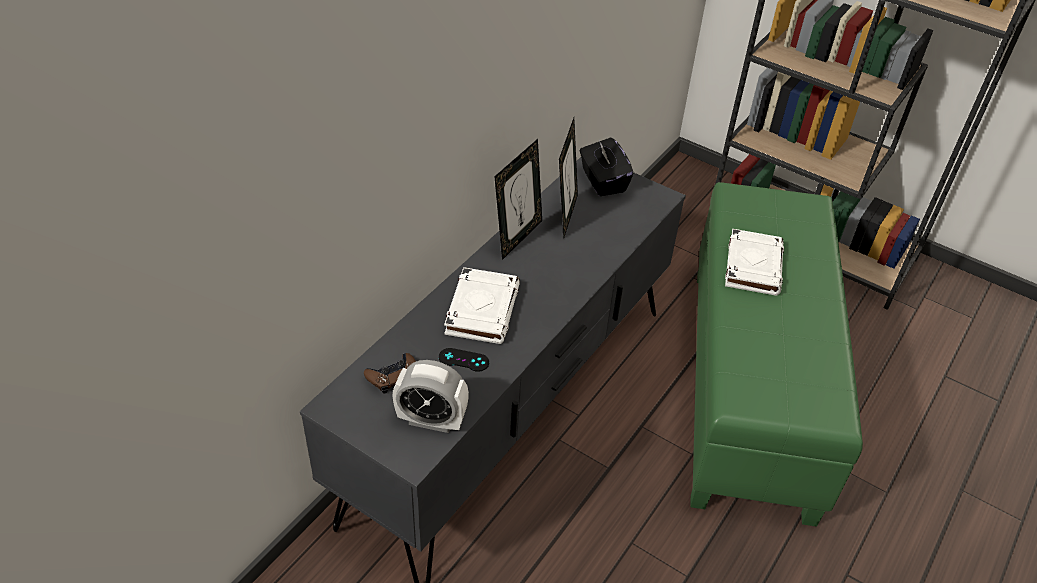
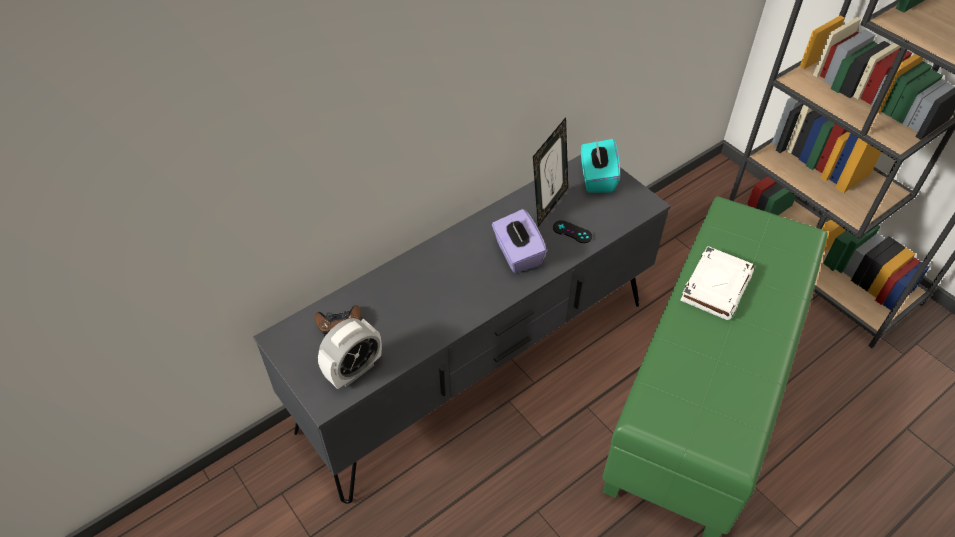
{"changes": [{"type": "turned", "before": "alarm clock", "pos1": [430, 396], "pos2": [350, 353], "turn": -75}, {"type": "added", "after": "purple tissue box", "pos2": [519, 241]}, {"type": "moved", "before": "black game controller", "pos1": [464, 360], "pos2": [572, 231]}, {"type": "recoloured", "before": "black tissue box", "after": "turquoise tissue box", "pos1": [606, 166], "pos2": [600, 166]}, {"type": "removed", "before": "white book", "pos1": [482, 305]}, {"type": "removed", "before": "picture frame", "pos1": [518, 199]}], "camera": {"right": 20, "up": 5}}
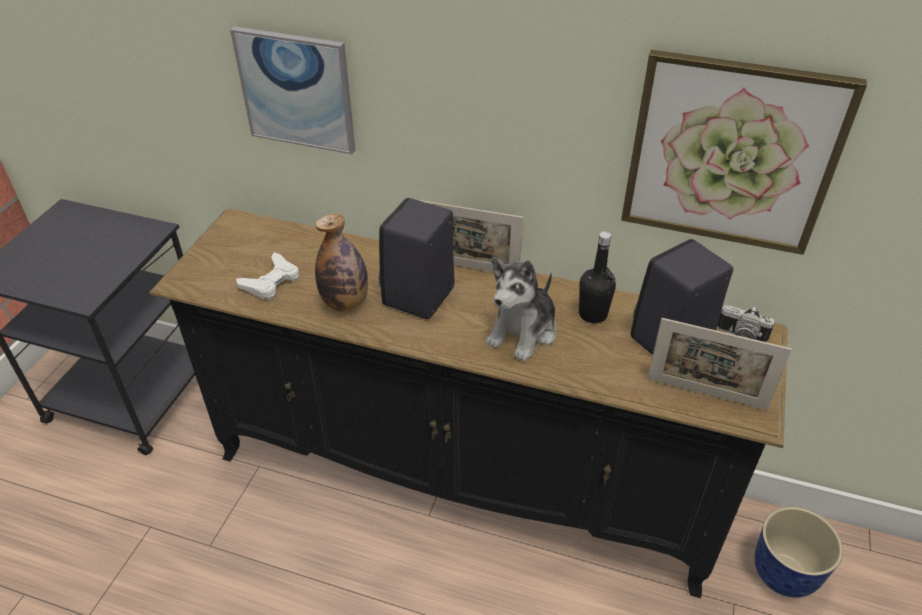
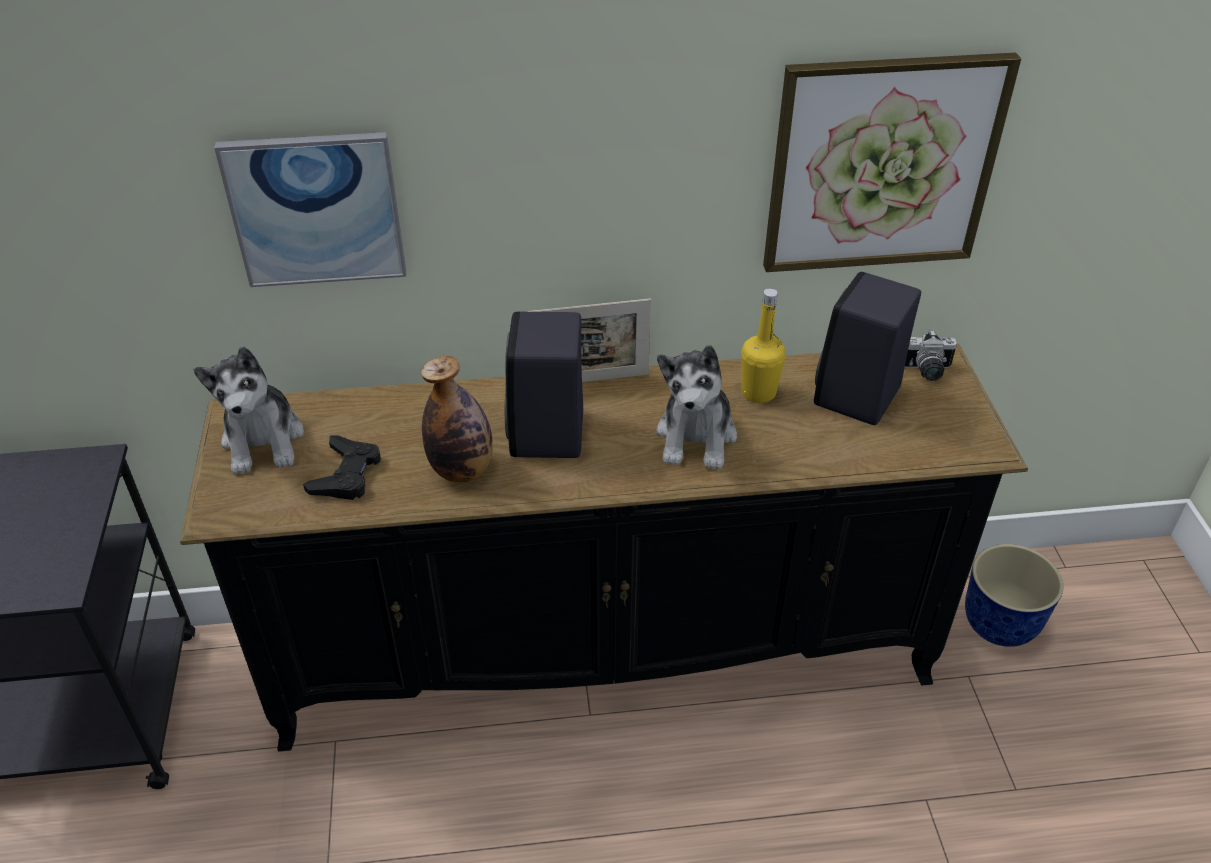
{"changes": [{"type": "added", "after": "plush toy", "pos2": [248, 410]}, {"type": "recoloured", "before": "white game controller", "after": "black game controller", "pos1": [267, 276], "pos2": [342, 467]}, {"type": "recoloured", "before": "black bottle", "after": "yellow bottle", "pos1": [597, 277], "pos2": [763, 345]}, {"type": "removed", "before": "picture frame", "pos1": [719, 364]}], "camera": {"right": -25, "up": 0}}
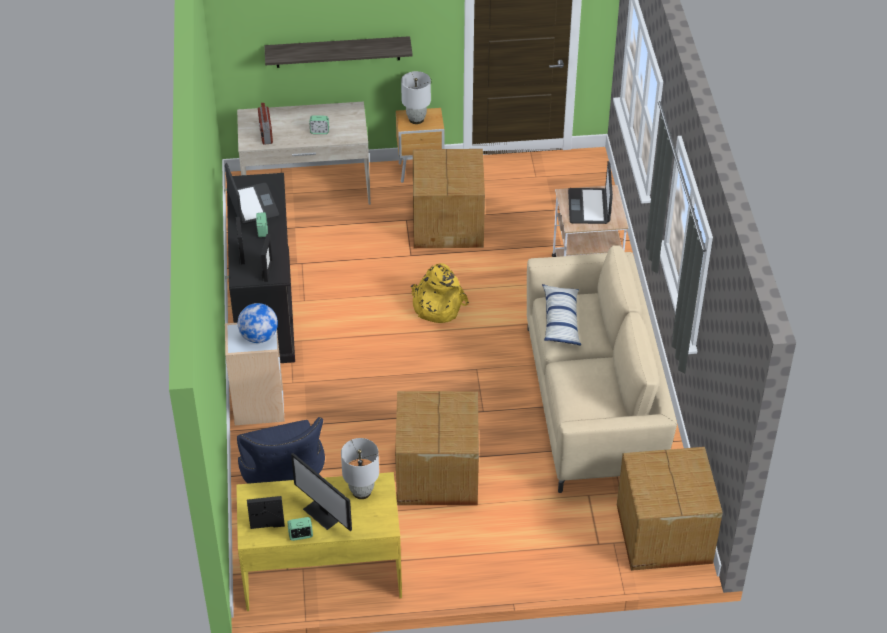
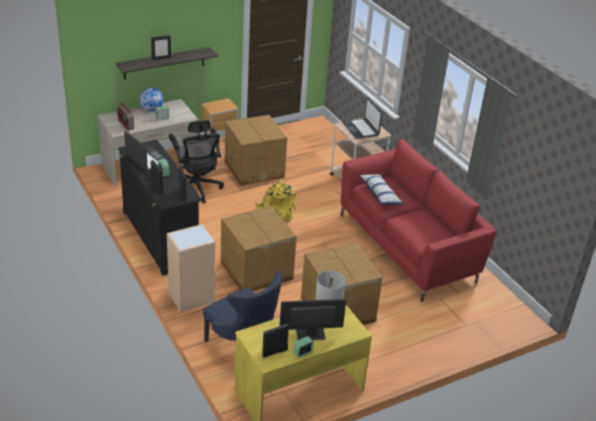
{"changes": [{"type": "moved", "before": "globe", "pos1": [258, 323], "pos2": [151, 100]}, {"type": "added", "after": "picture frame", "pos2": [161, 47]}, {"type": "added", "after": "office chair", "pos2": [196, 161]}, {"type": "moved", "before": "cardboard box", "pos1": [670, 509], "pos2": [259, 249]}, {"type": "turned", "before": "monitor", "pos1": [321, 492], "pos2": [313, 319], "turn": 150}, {"type": "recoloured", "before": "beige sofa", "after": "red sofa", "pos1": [602, 369], "pos2": [419, 220]}, {"type": "removed", "before": "white table lamp", "pos1": [416, 97]}], "camera": {"right": -25, "up": -10}}
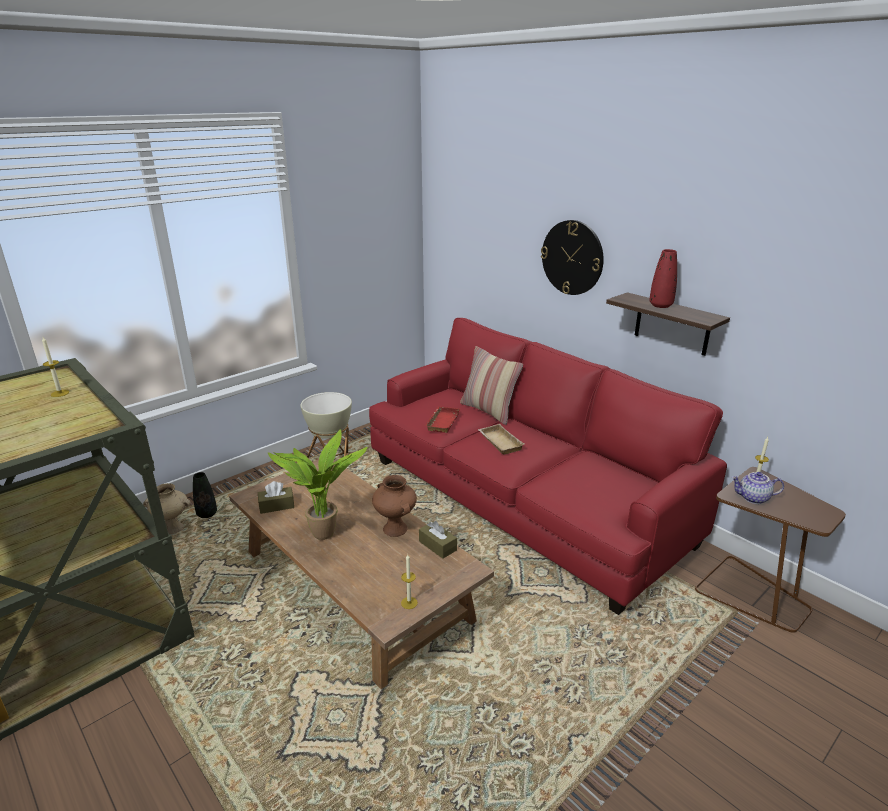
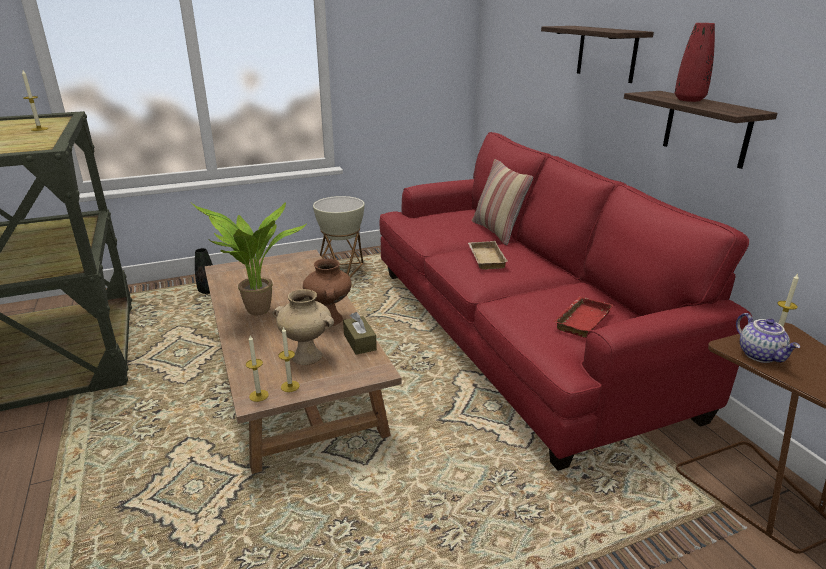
{"changes": [{"type": "added", "after": "candle", "pos2": [257, 368]}, {"type": "moved", "before": "beige vase", "pos1": [167, 508], "pos2": [303, 327]}, {"type": "replaced", "before": "wall clock", "after": "shelf", "pos1": [572, 257], "pos2": [597, 54]}, {"type": "moved", "before": "red tray", "pos1": [443, 419], "pos2": [583, 317]}, {"type": "turned", "before": "teapot", "pos1": [757, 488], "pos2": [768, 338], "turn": -135}, {"type": "removed", "before": "brown tissue box", "pos1": [276, 497]}], "camera": {"right": 20, "up": 0}}
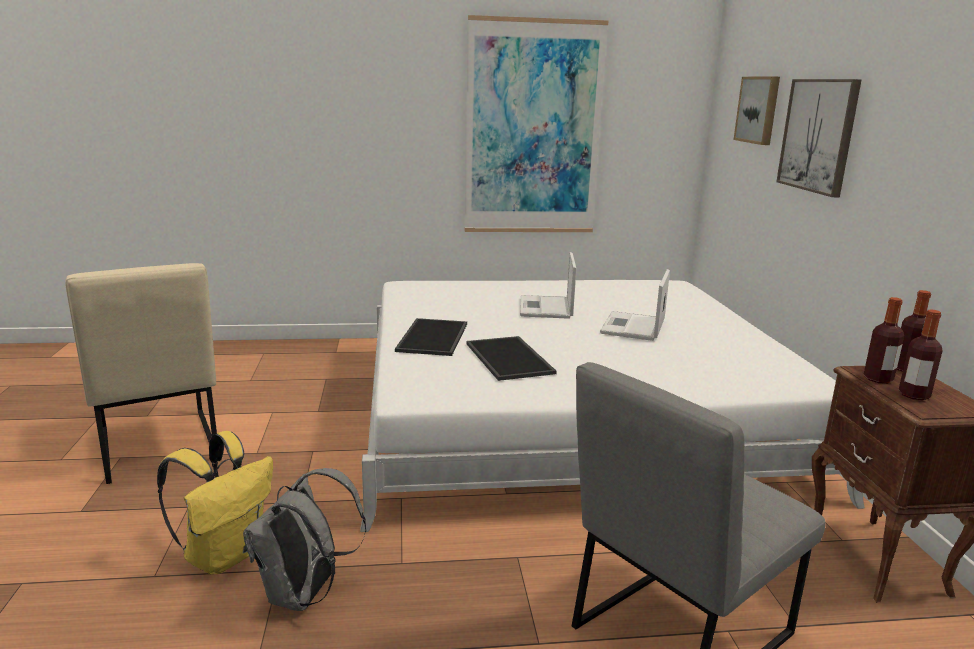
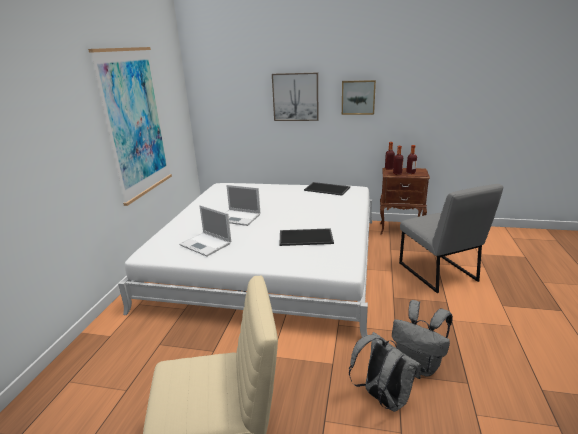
{"changes": [{"type": "moved", "before": "laptop", "pos1": [635, 305], "pos2": [205, 231]}, {"type": "moved", "before": "tray", "pos1": [431, 337], "pos2": [327, 189]}, {"type": "moved", "before": "picture", "pos1": [757, 110], "pos2": [359, 97]}, {"type": "recoloured", "before": "yellow backpack", "after": "grey backpack", "pos1": [215, 502], "pos2": [385, 372]}], "camera": {"right": -70, "up": 5}}
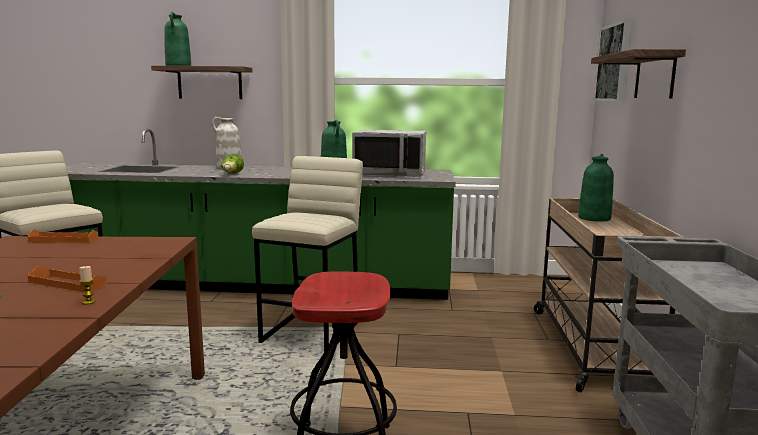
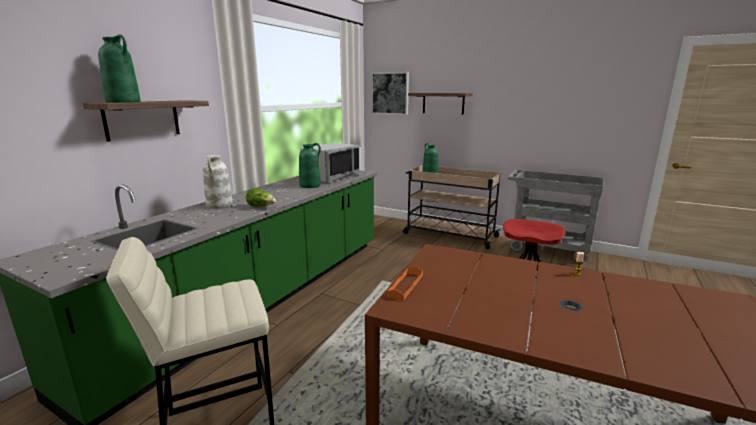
{"changes": [{"type": "removed", "before": "orange tray", "pos1": [67, 279]}, {"type": "removed", "before": "beige stool", "pos1": [307, 254]}], "camera": {"right": -65, "up": 5}}
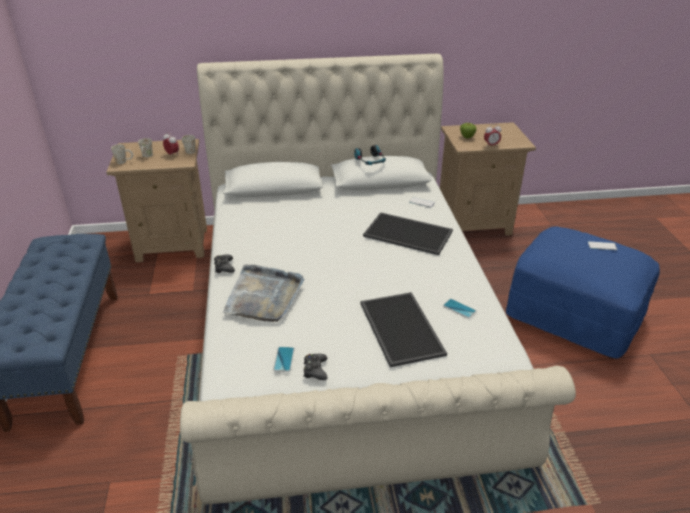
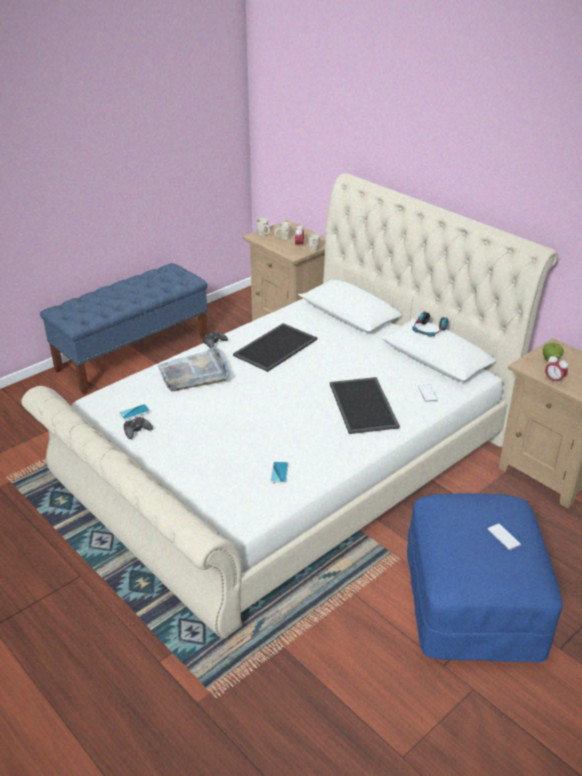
{"changes": [{"type": "moved", "before": "tray", "pos1": [403, 329], "pos2": [275, 347]}], "camera": {"right": 55, "up": 0}}
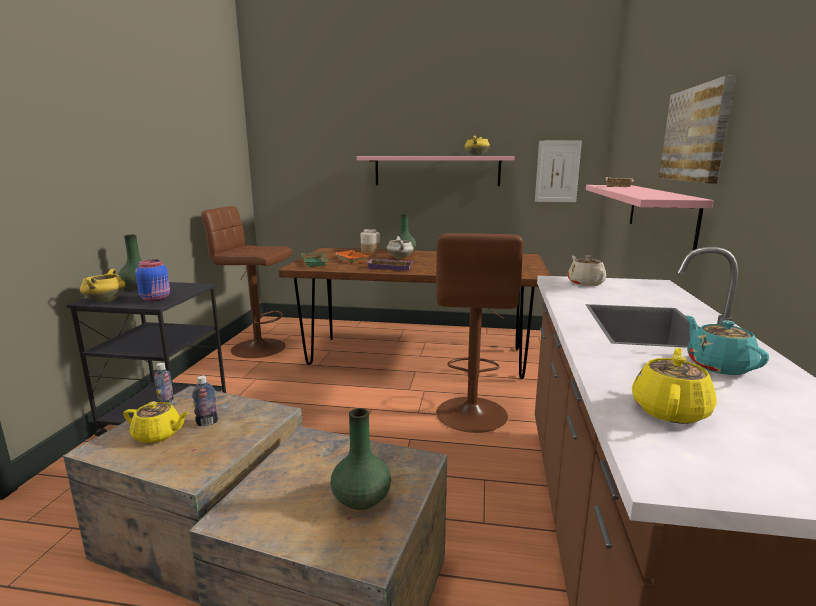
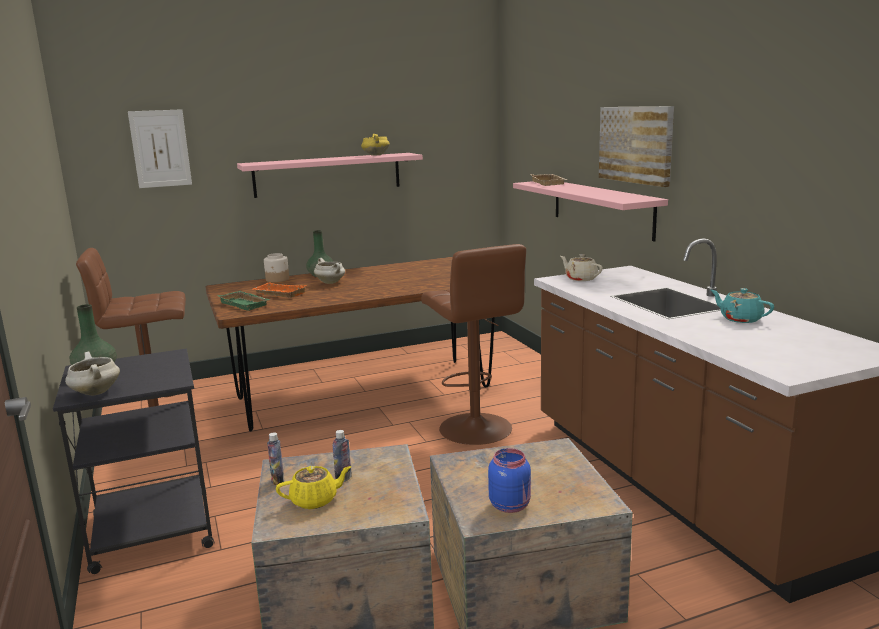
{"changes": [{"type": "recoloured", "before": "yellow cooking pot", "after": "white cooking pot", "pos1": [102, 285], "pos2": [92, 374]}, {"type": "moved", "before": "picture", "pos1": [558, 171], "pos2": [160, 148]}, {"type": "moved", "before": "blue jar", "pos1": [152, 280], "pos2": [509, 480]}, {"type": "removed", "before": "green vase", "pos1": [361, 459]}, {"type": "removed", "before": "purple tray", "pos1": [389, 265]}, {"type": "removed", "before": "yellow teapot", "pos1": [674, 386]}], "camera": {"right": -30, "up": 0}}
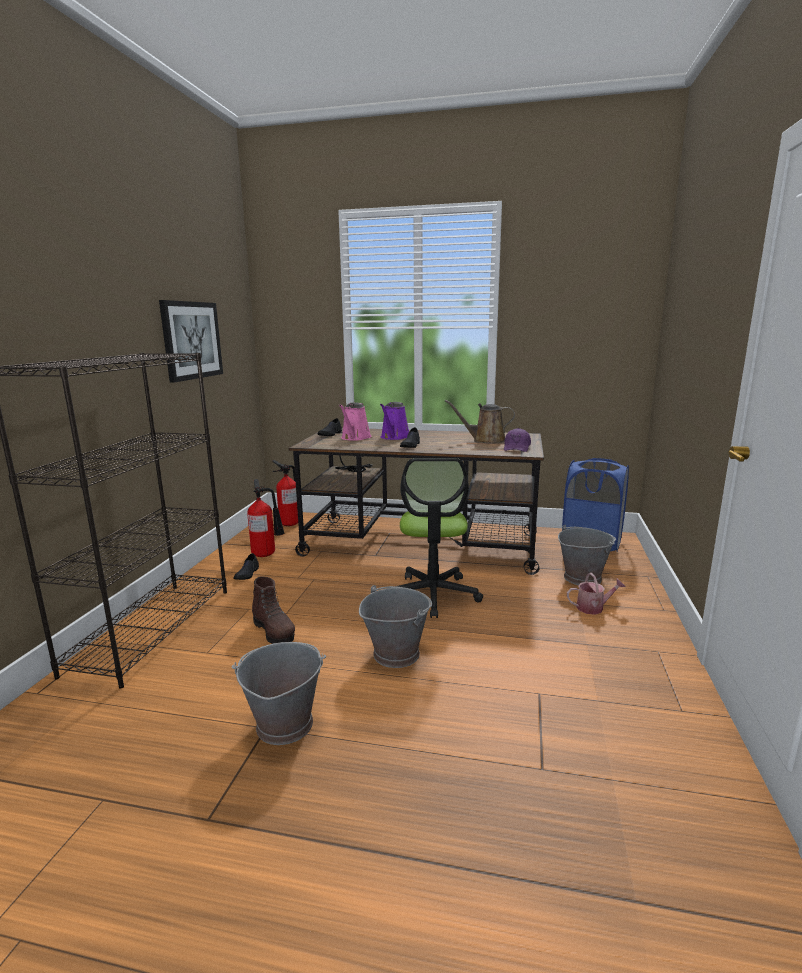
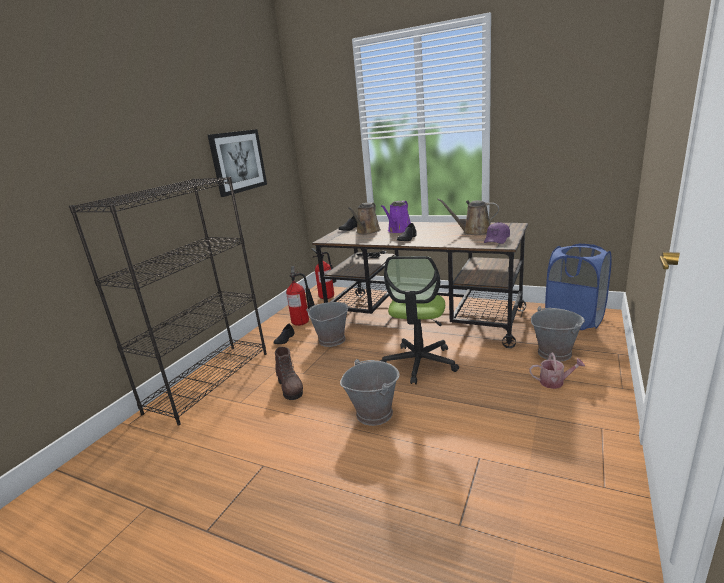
{"changes": [{"type": "moved", "before": "grey bucket", "pos1": [279, 693], "pos2": [328, 324]}, {"type": "recoloured", "before": "pink watering can", "after": "brown watering can", "pos1": [355, 421], "pos2": [364, 219]}], "camera": {"right": 15, "up": 5}}
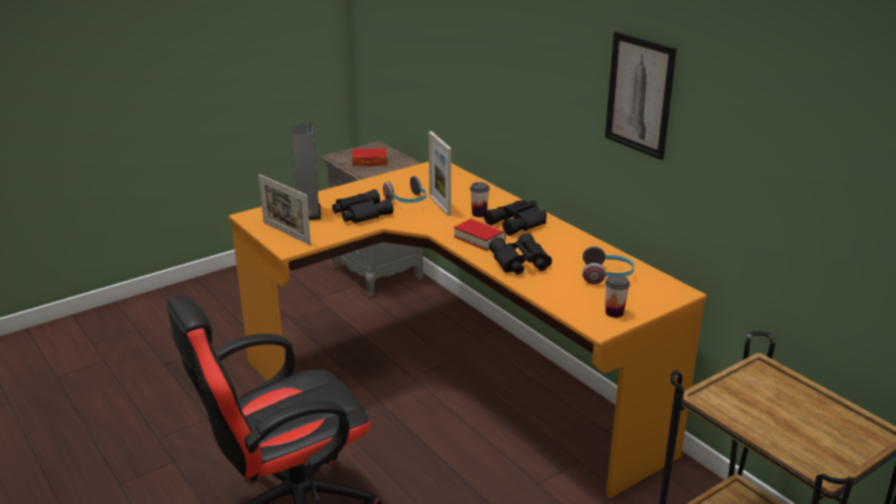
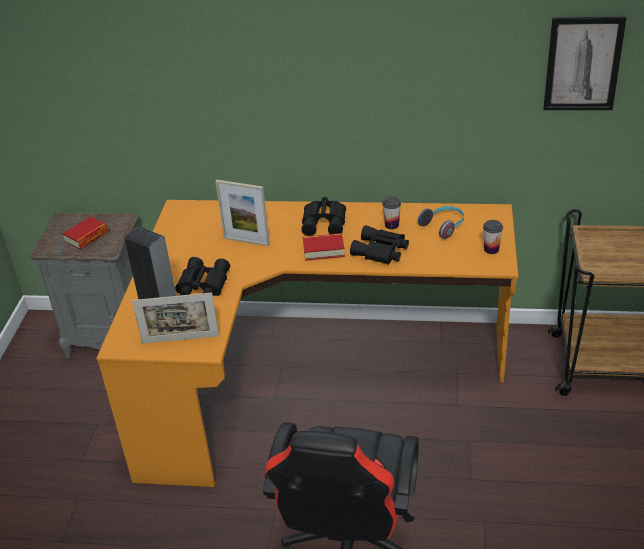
{"changes": [{"type": "moved", "before": "cup", "pos1": [480, 199], "pos2": [391, 213]}, {"type": "moved", "before": "picture", "pos1": [641, 95], "pos2": [584, 63]}, {"type": "removed", "before": "headphones", "pos1": [404, 189]}], "camera": {"right": -45, "up": 10}}
